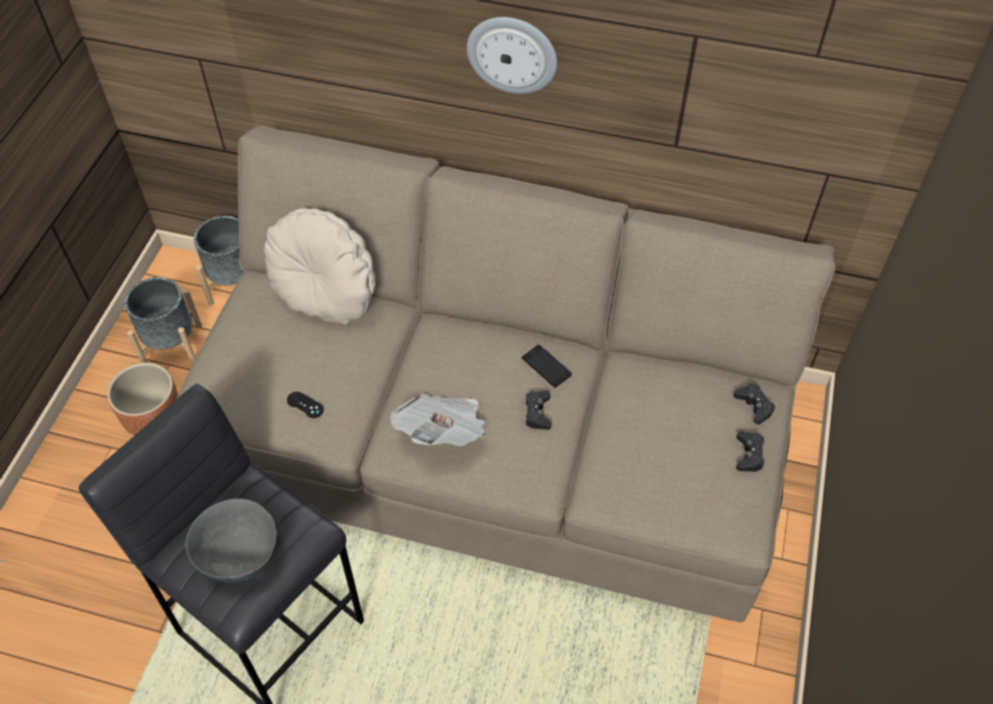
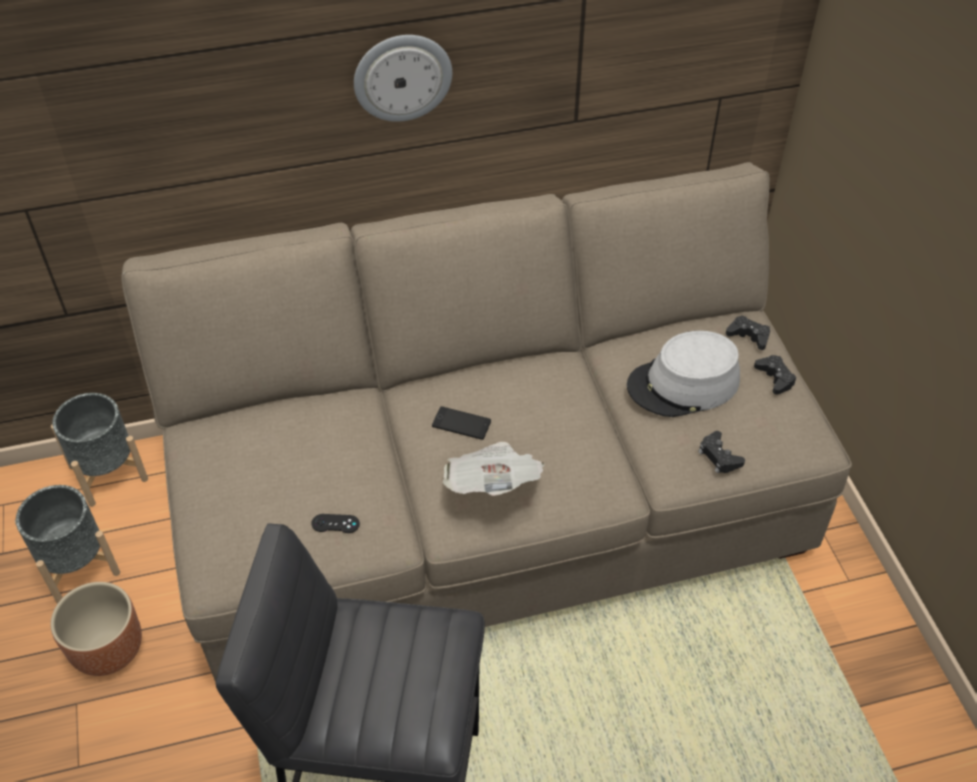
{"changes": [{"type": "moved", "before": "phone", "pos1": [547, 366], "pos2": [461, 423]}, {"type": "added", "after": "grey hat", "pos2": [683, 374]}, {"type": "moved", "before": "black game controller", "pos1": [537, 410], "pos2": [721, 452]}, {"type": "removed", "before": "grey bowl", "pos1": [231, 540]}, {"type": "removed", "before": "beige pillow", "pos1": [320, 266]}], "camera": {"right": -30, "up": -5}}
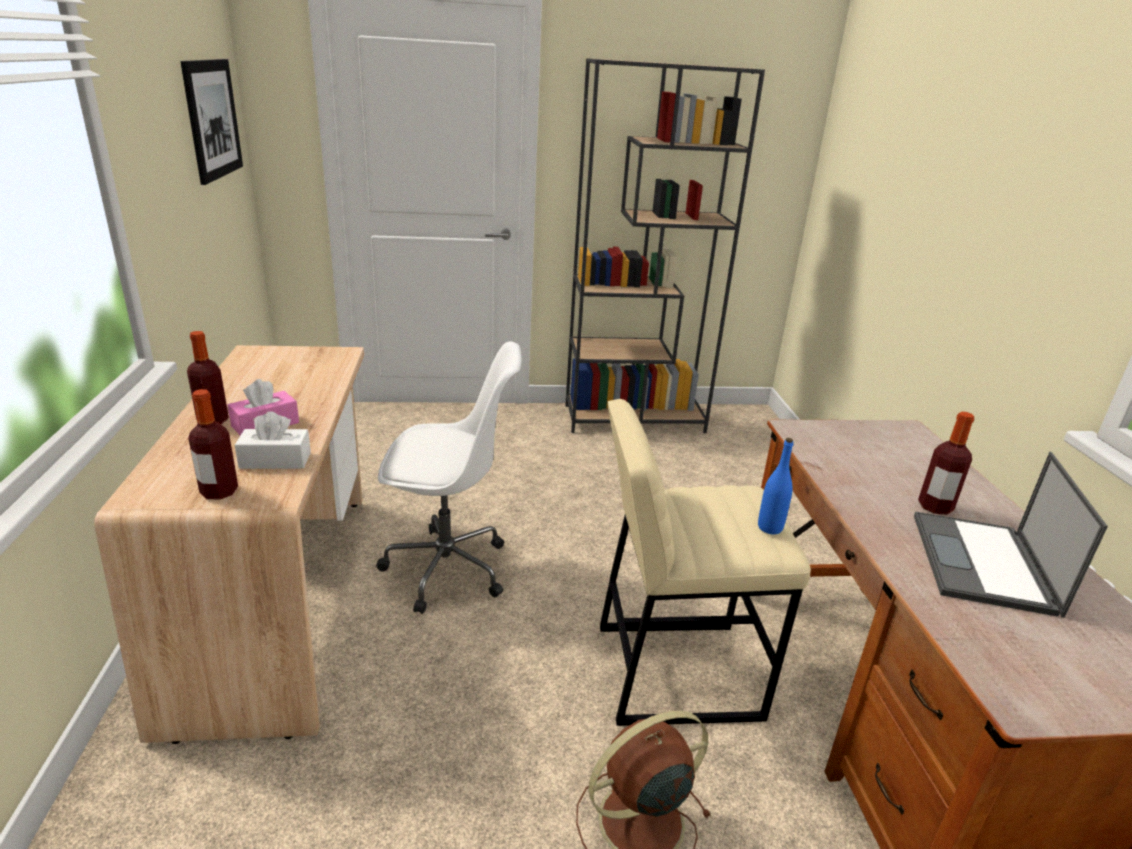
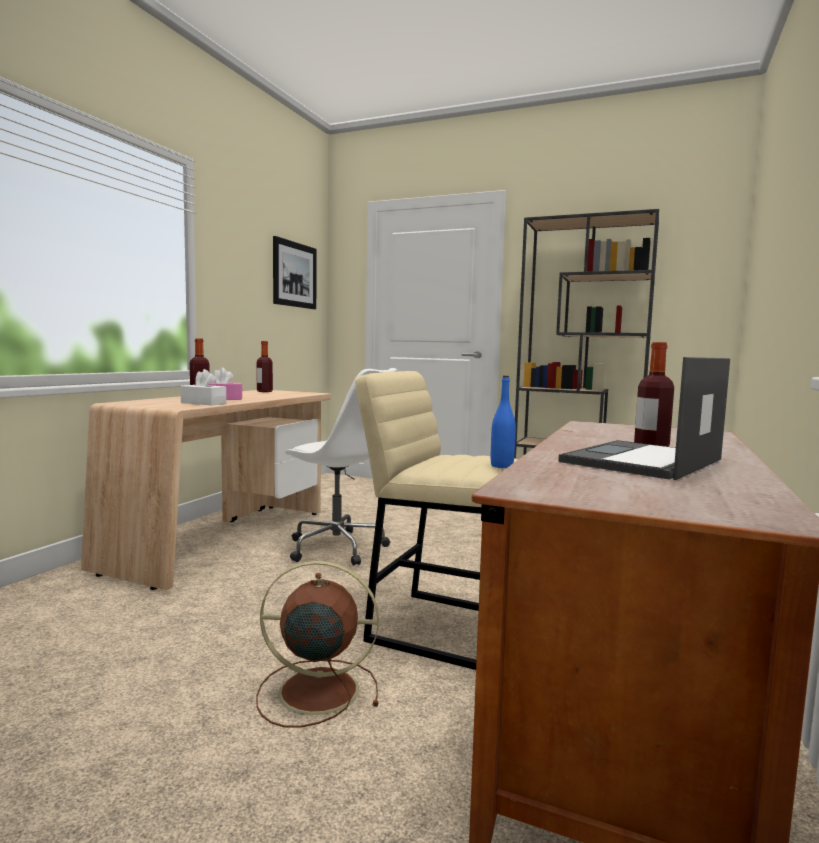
{"changes": [{"type": "moved", "before": "bottle", "pos1": [213, 444], "pos2": [265, 366]}], "camera": {"right": 30, "up": -20}}
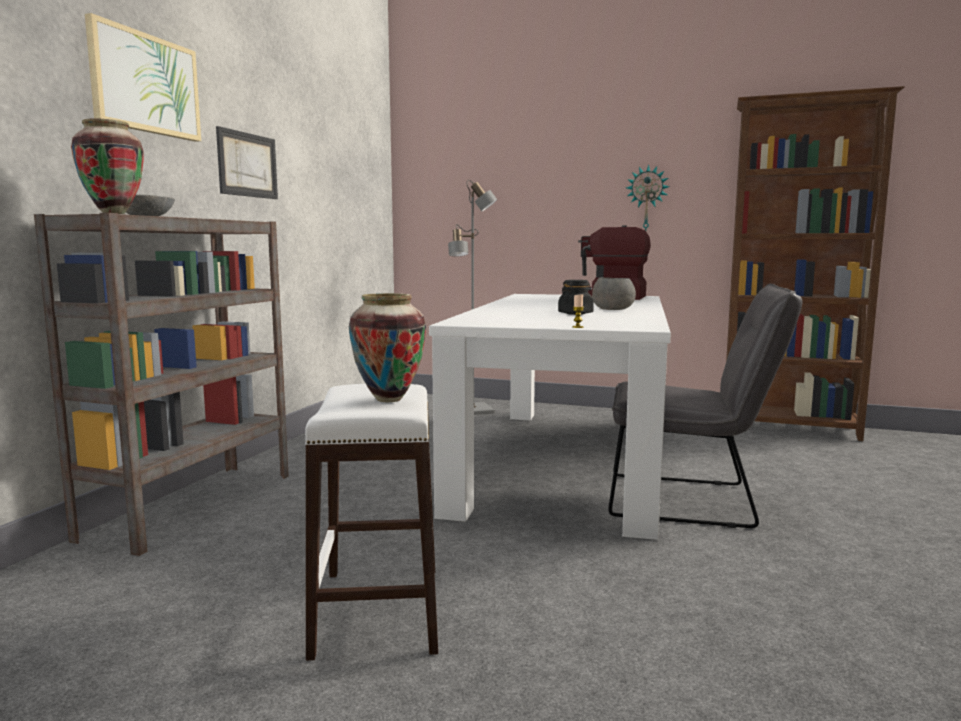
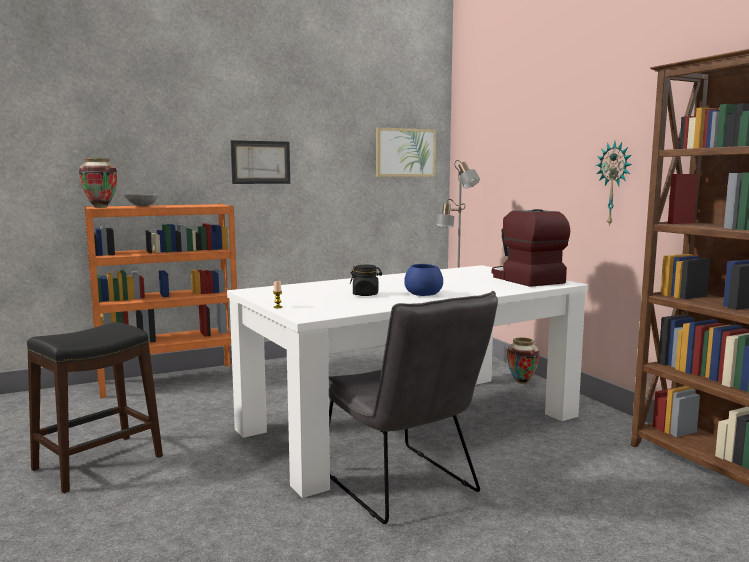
{"changes": [{"type": "recoloured", "before": "white stool", "after": "black stool", "pos1": [371, 522], "pos2": [95, 407]}, {"type": "recoloured", "before": "grey bookcase", "after": "orange bookcase", "pos1": [161, 384], "pos2": [160, 301]}, {"type": "moved", "before": "picture", "pos1": [143, 77], "pos2": [406, 152]}, {"type": "recoloured", "before": "grey bowl", "after": "blue bowl", "pos1": [614, 293], "pos2": [423, 280]}, {"type": "moved", "before": "vase", "pos1": [387, 347], "pos2": [523, 360]}], "camera": {"right": 45, "up": 0}}
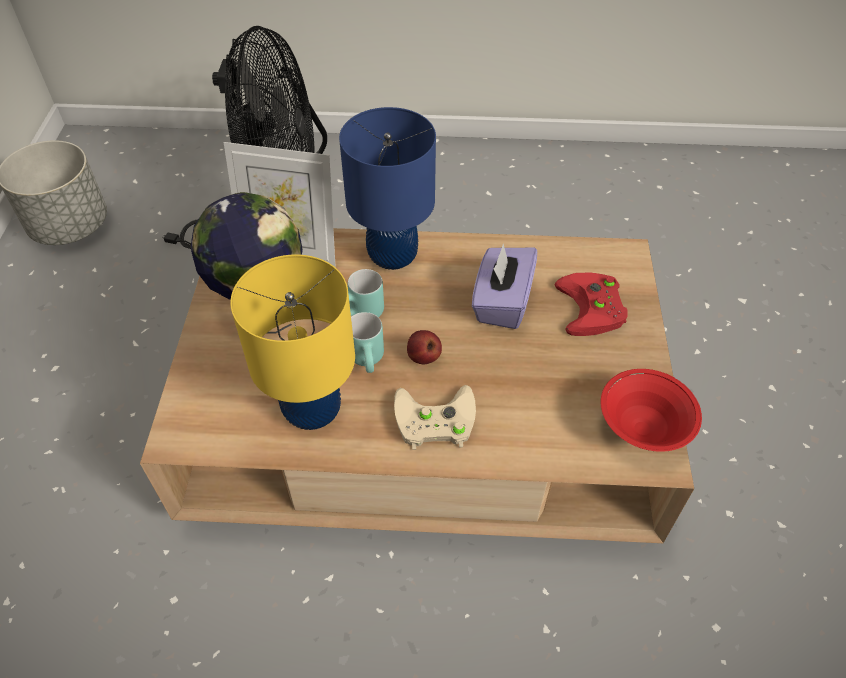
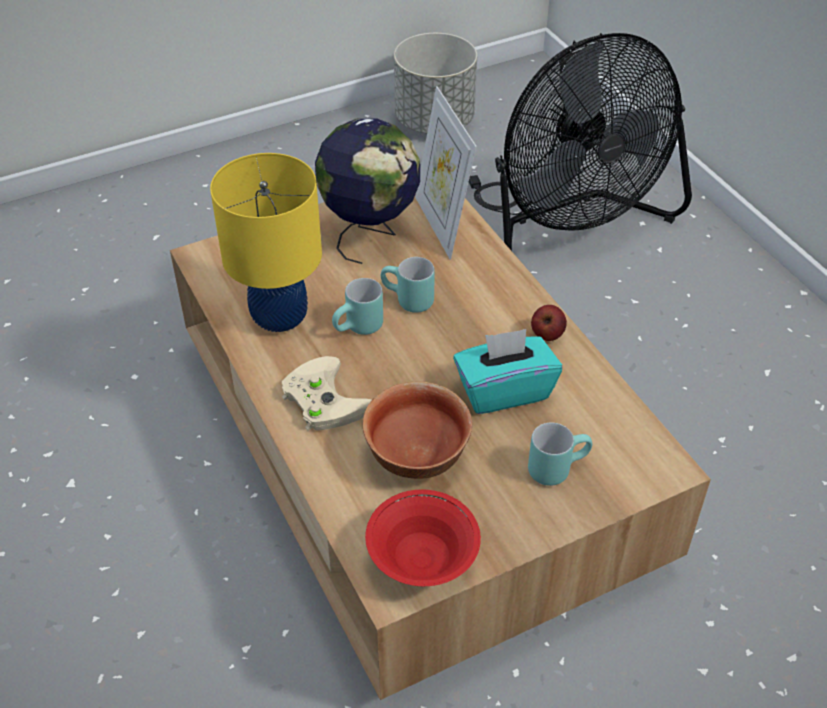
{"changes": [{"type": "added", "after": "bowl", "pos2": [417, 430]}, {"type": "recoloured", "before": "purple tissue box", "after": "turquoise tissue box", "pos1": [504, 286], "pos2": [507, 371]}, {"type": "replaced", "before": "red game controller", "after": "turquoise mug", "pos1": [591, 304], "pos2": [560, 454]}, {"type": "moved", "before": "apple", "pos1": [424, 347], "pos2": [549, 323]}, {"type": "removed", "before": "blue table lamp", "pos1": [387, 188]}], "camera": {"right": 60, "up": -5}}
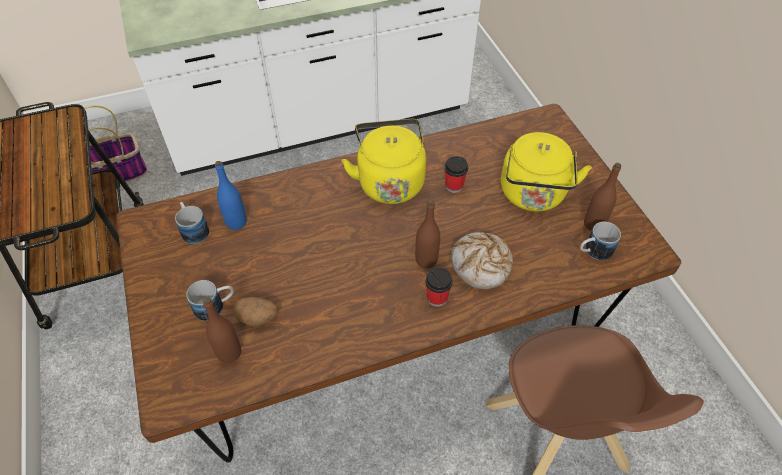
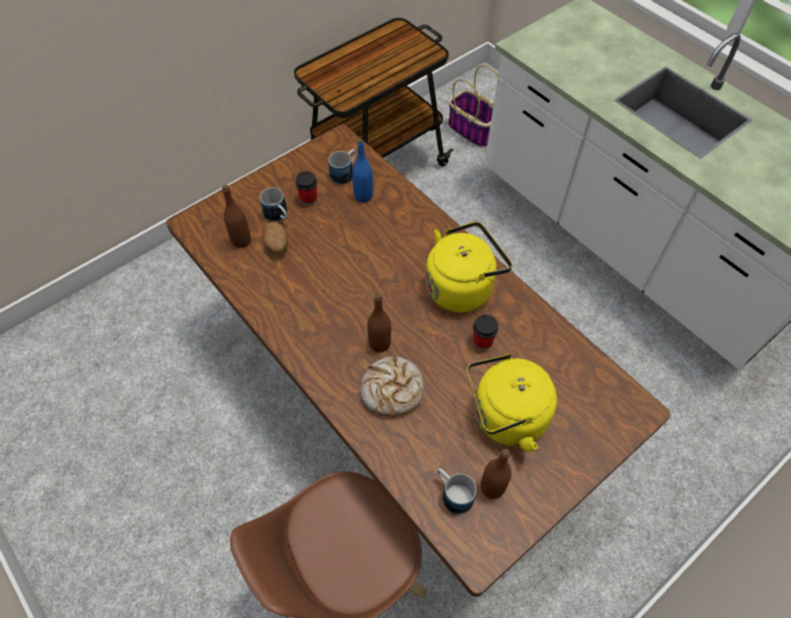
{"changes": [{"type": "moved", "before": "cup", "pos1": [439, 287], "pos2": [306, 188]}], "camera": {"right": 70, "up": 5}}
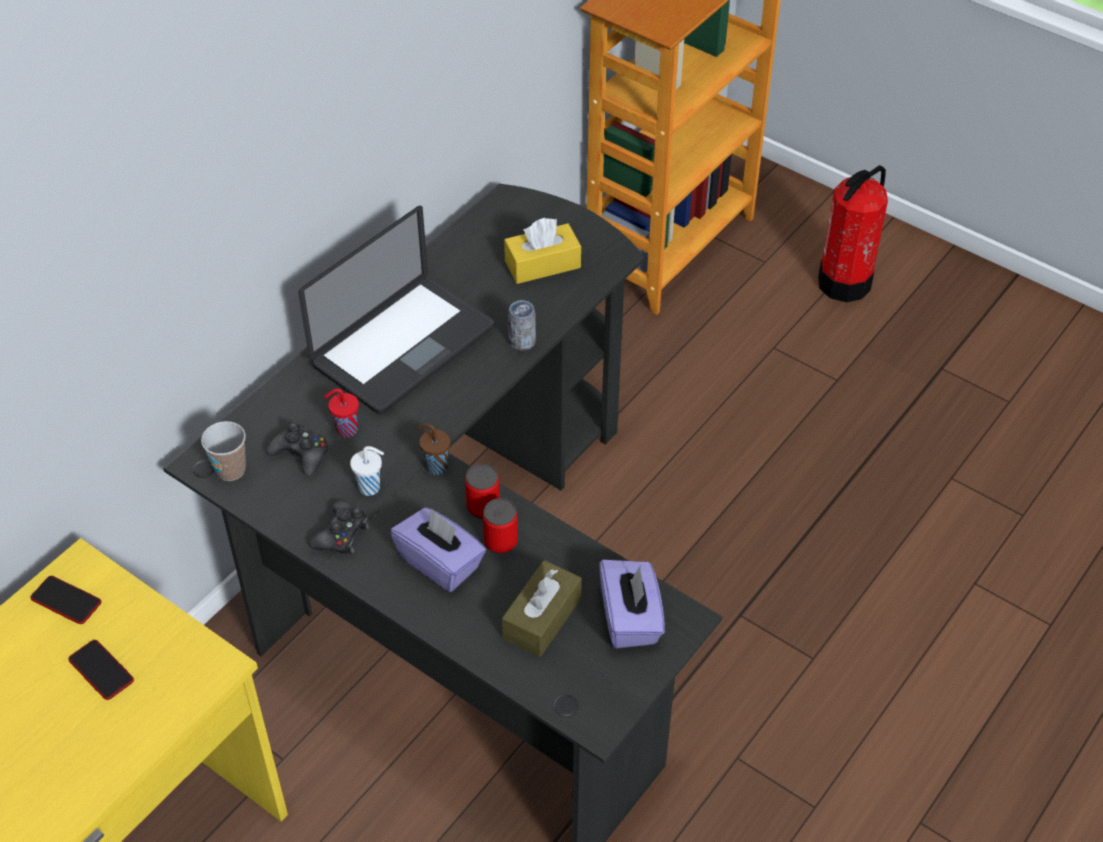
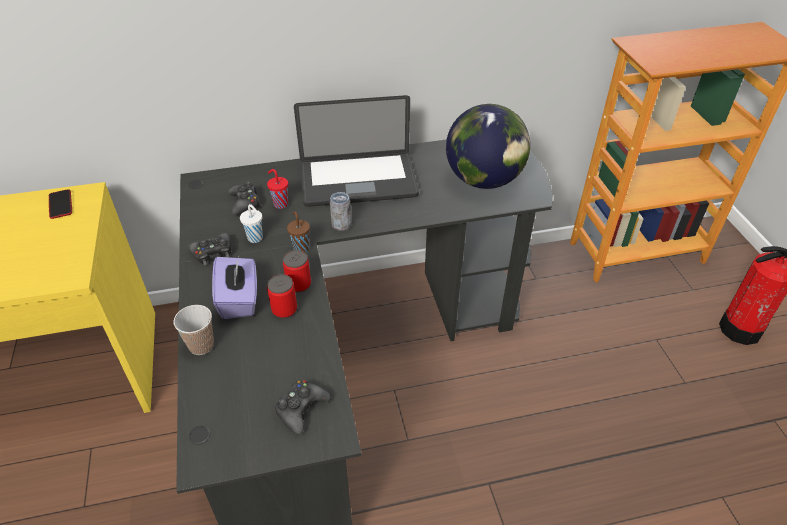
{"changes": [{"type": "moved", "before": "cup", "pos1": [223, 451], "pos2": [194, 330]}, {"type": "replaced", "before": "purple tissue box", "after": "black game controller", "pos1": [632, 604], "pos2": [303, 407]}, {"type": "moved", "before": "can", "pos1": [522, 325], "pos2": [341, 211]}, {"type": "replaced", "before": "yellow tissue box", "after": "globe", "pos1": [542, 251], "pos2": [488, 146]}, {"type": "removed", "before": "phone", "pos1": [101, 670]}, {"type": "removed", "before": "brown tissue box", "pos1": [542, 608]}], "camera": {"right": 40, "up": -5}}
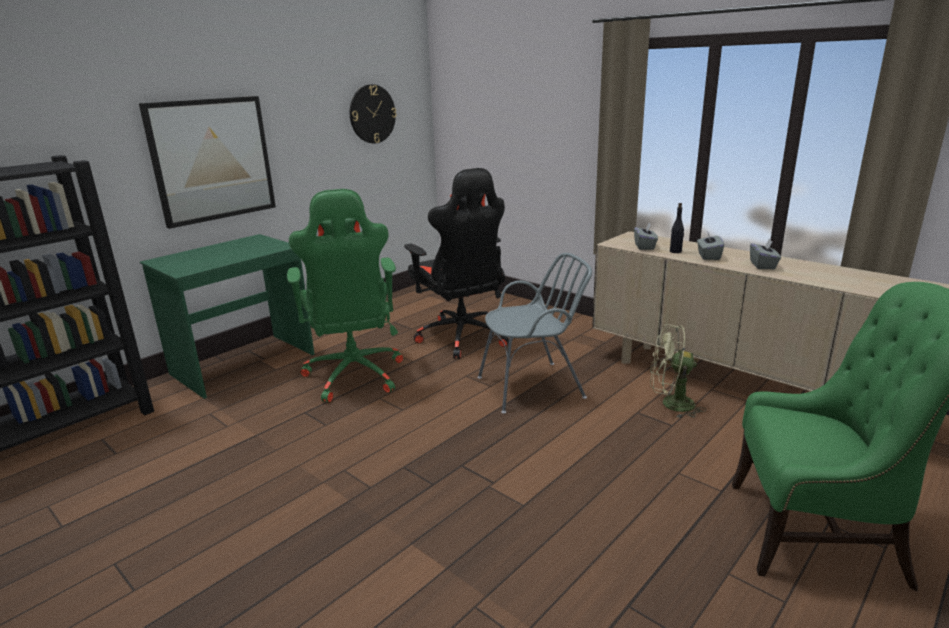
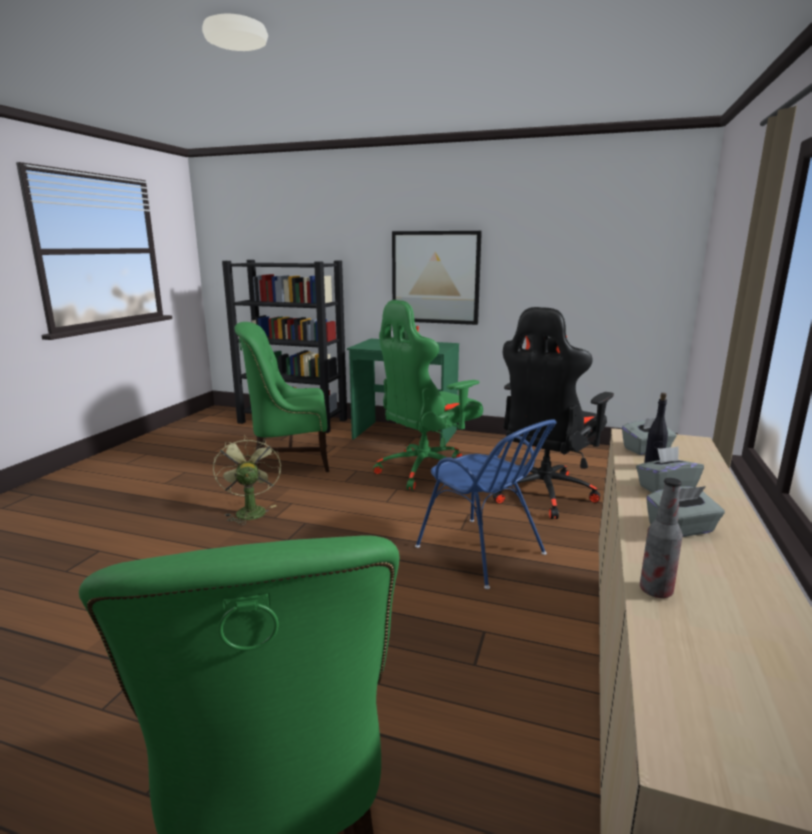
{"changes": [{"type": "moved", "before": "green fan", "pos1": [678, 371], "pos2": [247, 480]}, {"type": "added", "after": "green chair", "pos2": [282, 397]}, {"type": "recoloured", "before": "grey chair", "after": "blue chair", "pos1": [534, 333], "pos2": [485, 504]}, {"type": "added", "after": "bottle", "pos2": [661, 538]}, {"type": "removed", "before": "wall clock", "pos1": [373, 114]}], "camera": {"right": 65, "up": -5}}
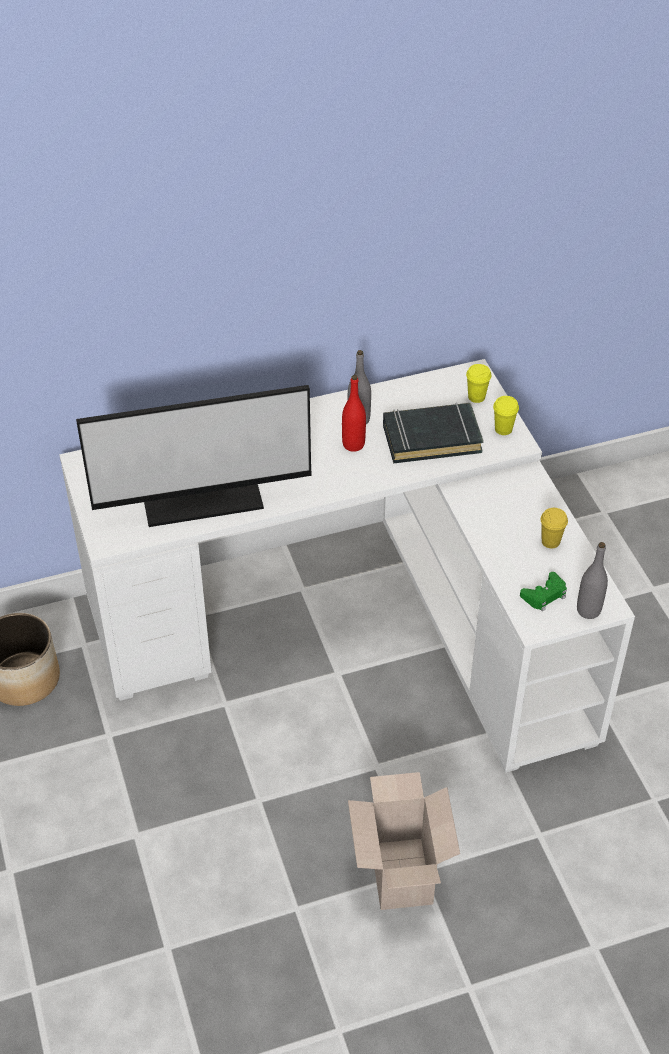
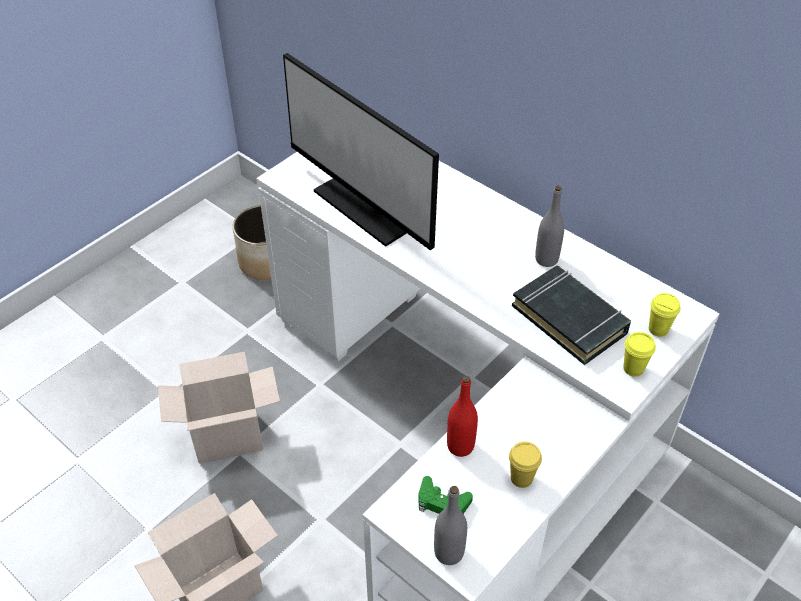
{"changes": [{"type": "added", "after": "cardboard box", "pos2": [219, 408]}, {"type": "moved", "before": "red bottle", "pos1": [354, 413], "pos2": [462, 416]}], "camera": {"right": 60, "up": 0}}
